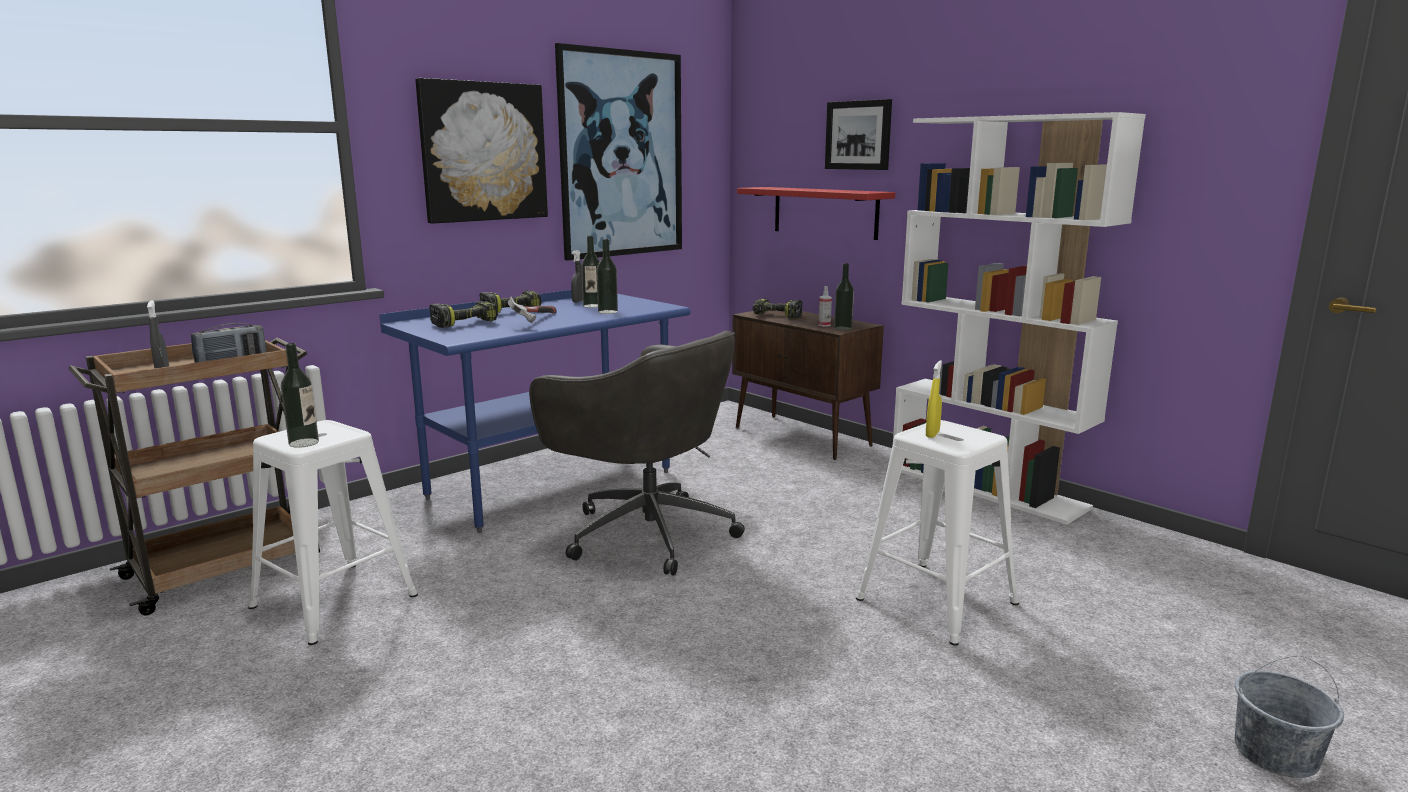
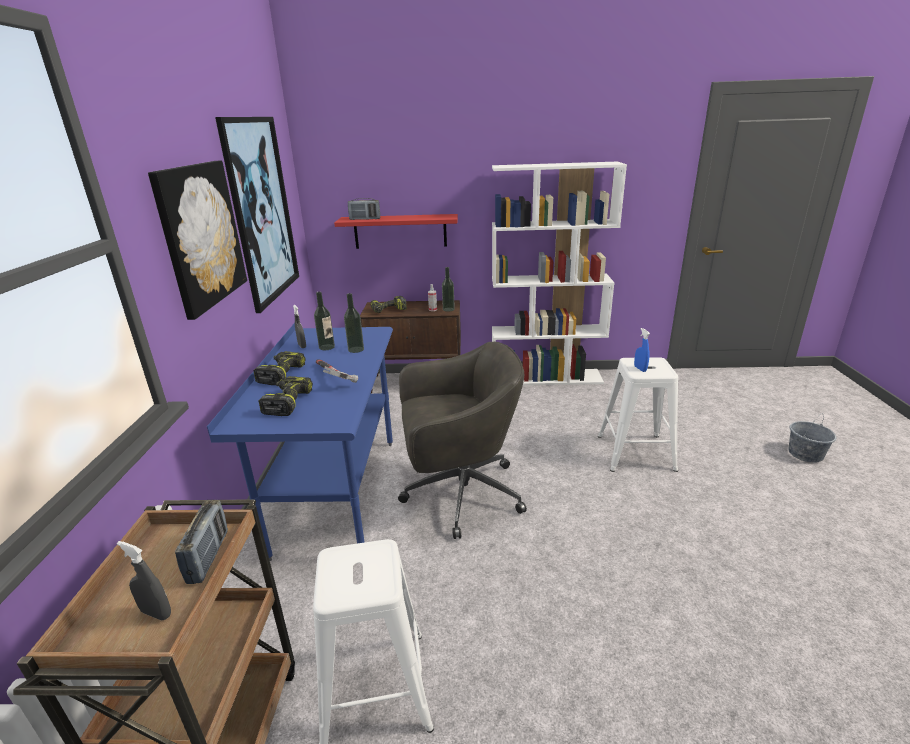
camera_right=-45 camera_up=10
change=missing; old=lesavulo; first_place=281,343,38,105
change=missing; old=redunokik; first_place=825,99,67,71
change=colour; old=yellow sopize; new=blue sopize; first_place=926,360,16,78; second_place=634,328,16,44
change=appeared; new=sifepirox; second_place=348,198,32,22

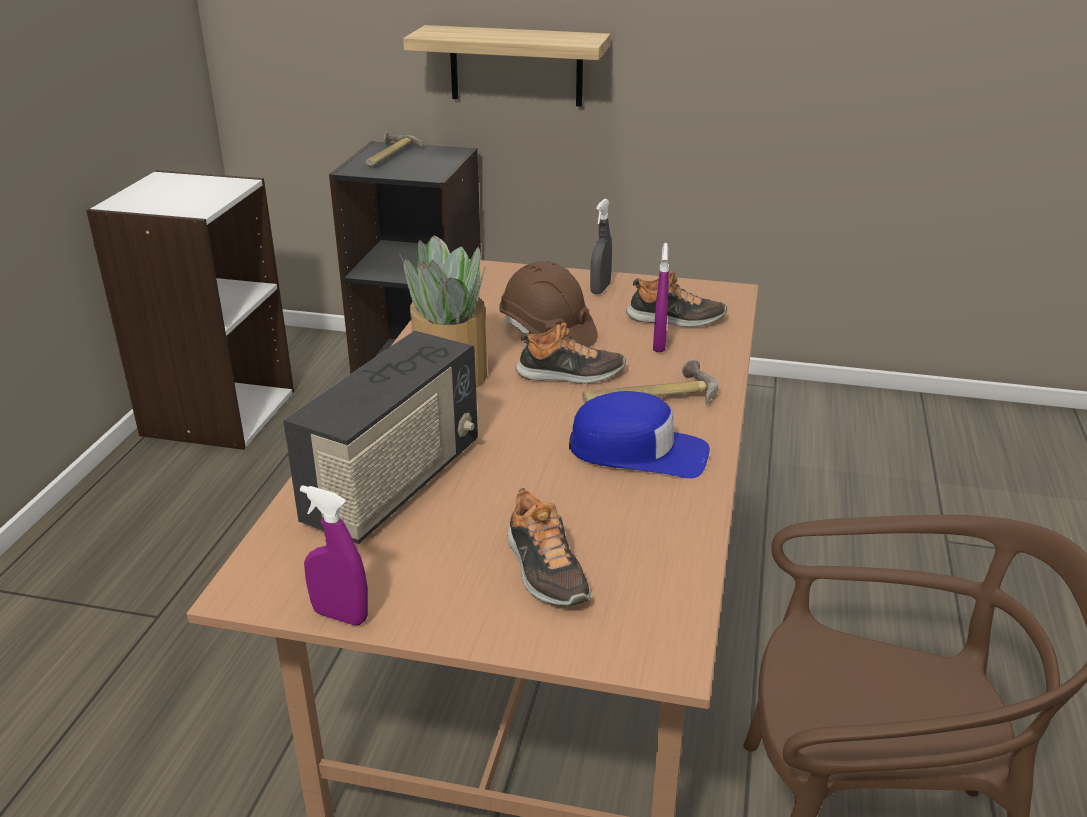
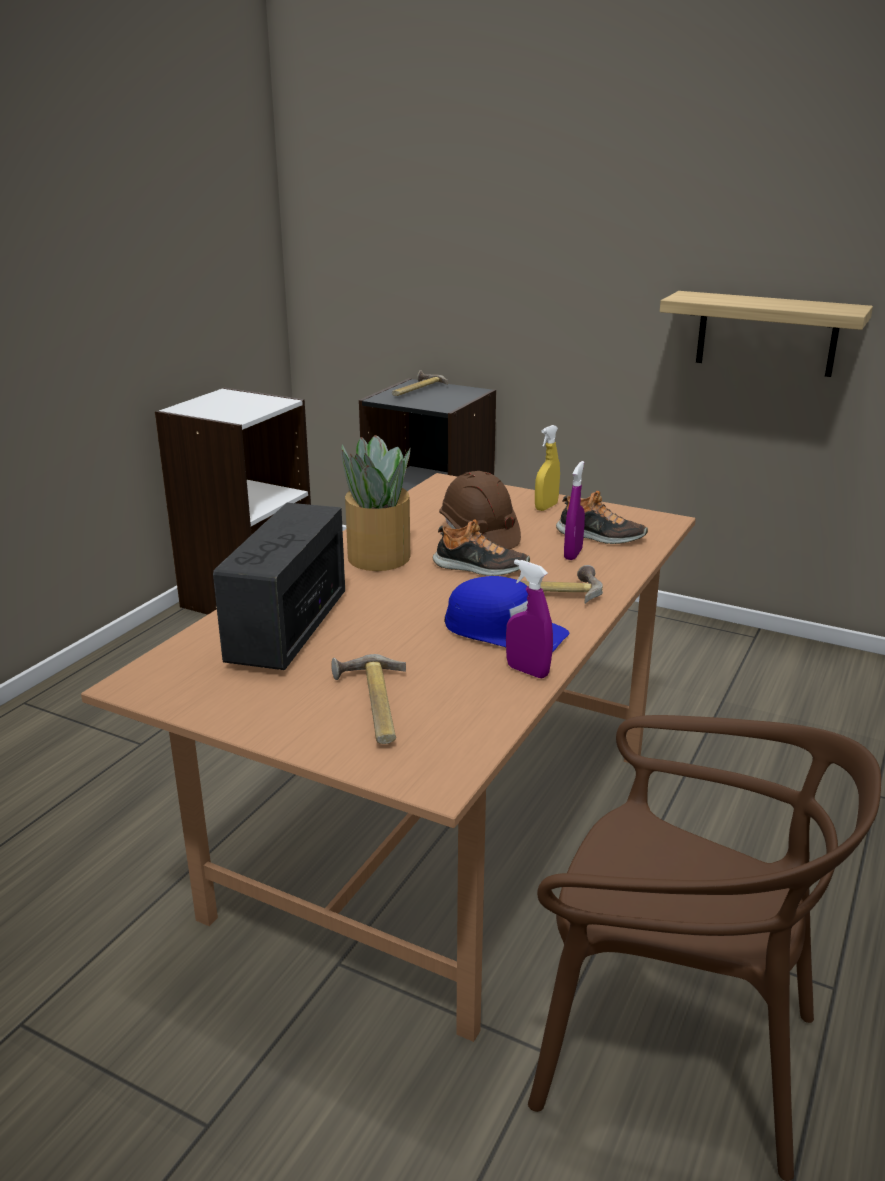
camera_right=15 camera_up=-5
change=spun; old=sifepirox; first_place=283,331,195,213; second_place=213,503,132,167; degrees=150
change=relocated; old=purple sopize; first_place=300,485,68,141; second_place=506,559,47,120
change=relocated; old=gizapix; first_place=403,25,208,82; second_place=660,291,213,86
change=exchanged; old=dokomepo; new=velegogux; first_place=507,488,84,118; second_place=331,654,75,90
change=colour; old=grey sopize; new=yellow sopize; first_place=590,199,22,95; second_place=535,425,25,86

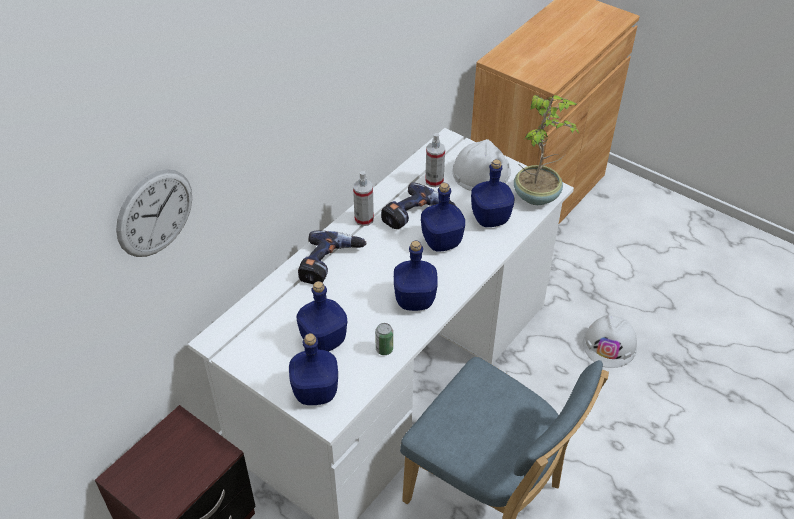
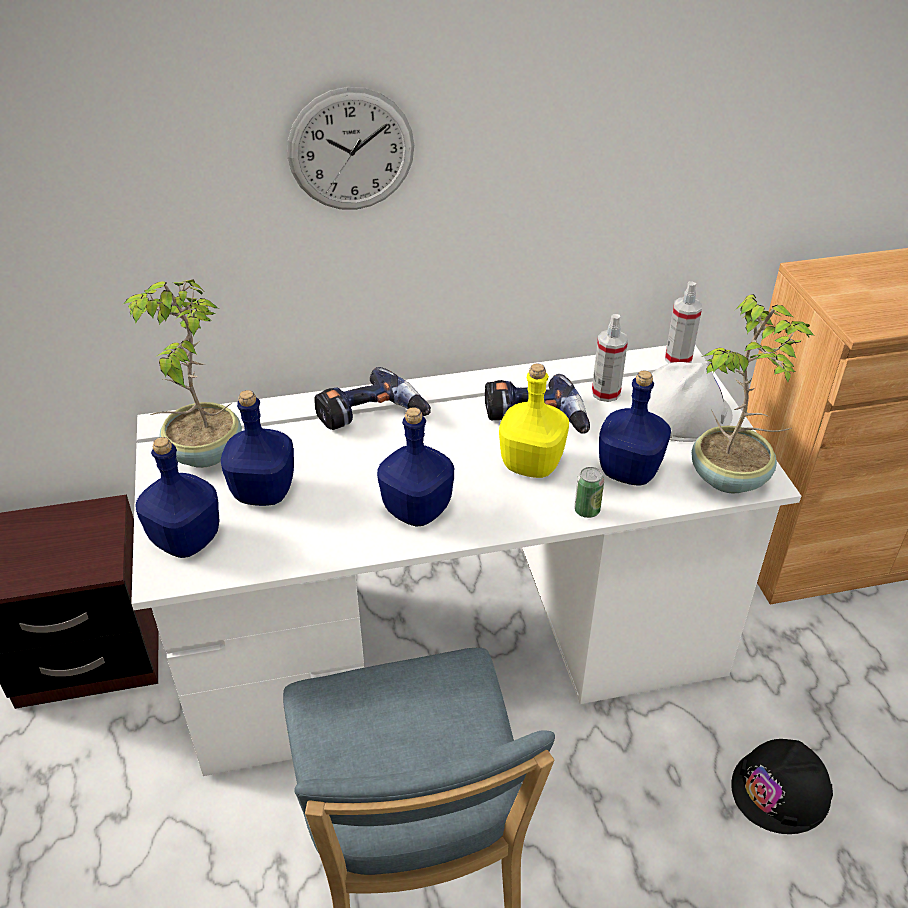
camera_right=40 camera_up=-5
change=relocated; old=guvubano; first_place=116,169,76,88; second_place=287,87,127,123
change=relocated; old=sopize; first_place=353,171,21,55; second_place=665,281,37,82
change=relocated; old=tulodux; first_place=375,323,18,32; second_place=574,467,30,51
change=colour; old=blue lesavulo; new=yellow lesavulo; first_place=421,183,44,69; second_place=499,364,70,114
change=colour; old=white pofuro; new=black pofuro; first_place=583,315,54,53; second_place=731,739,102,95
change=appeared; new=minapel; second_place=122,279,120,189

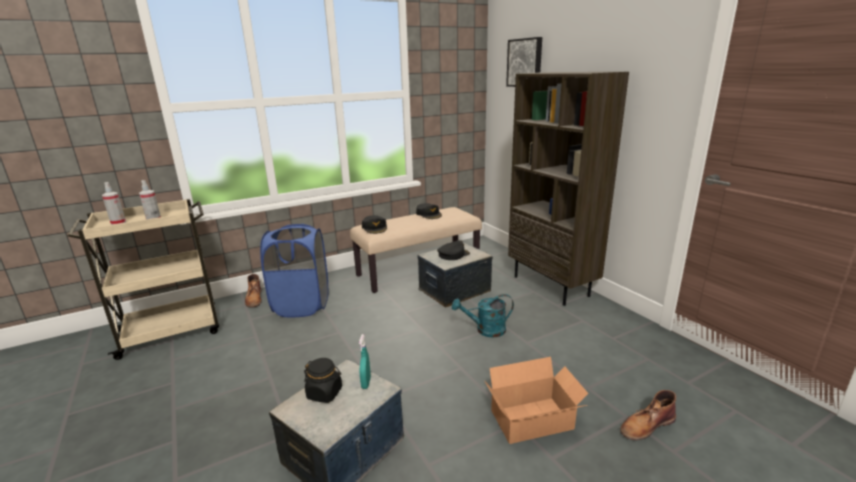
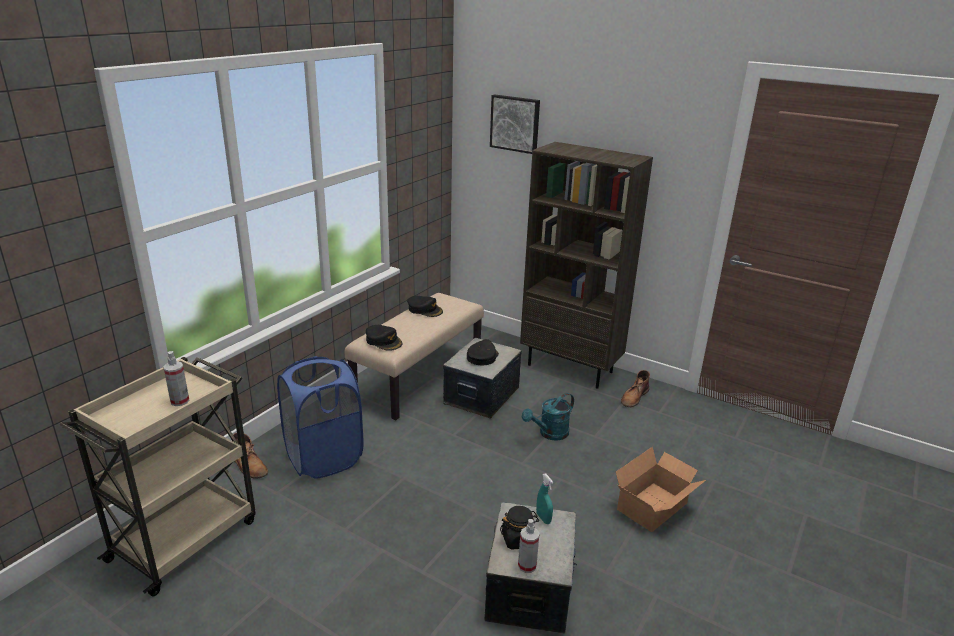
camera_right=-30 camera_up=5
change=relocated; old=sopize; first_place=102,182,24,43; second_place=518,519,22,54
change=relocated; old=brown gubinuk; first_place=620,390,56,50; second_place=621,370,29,37

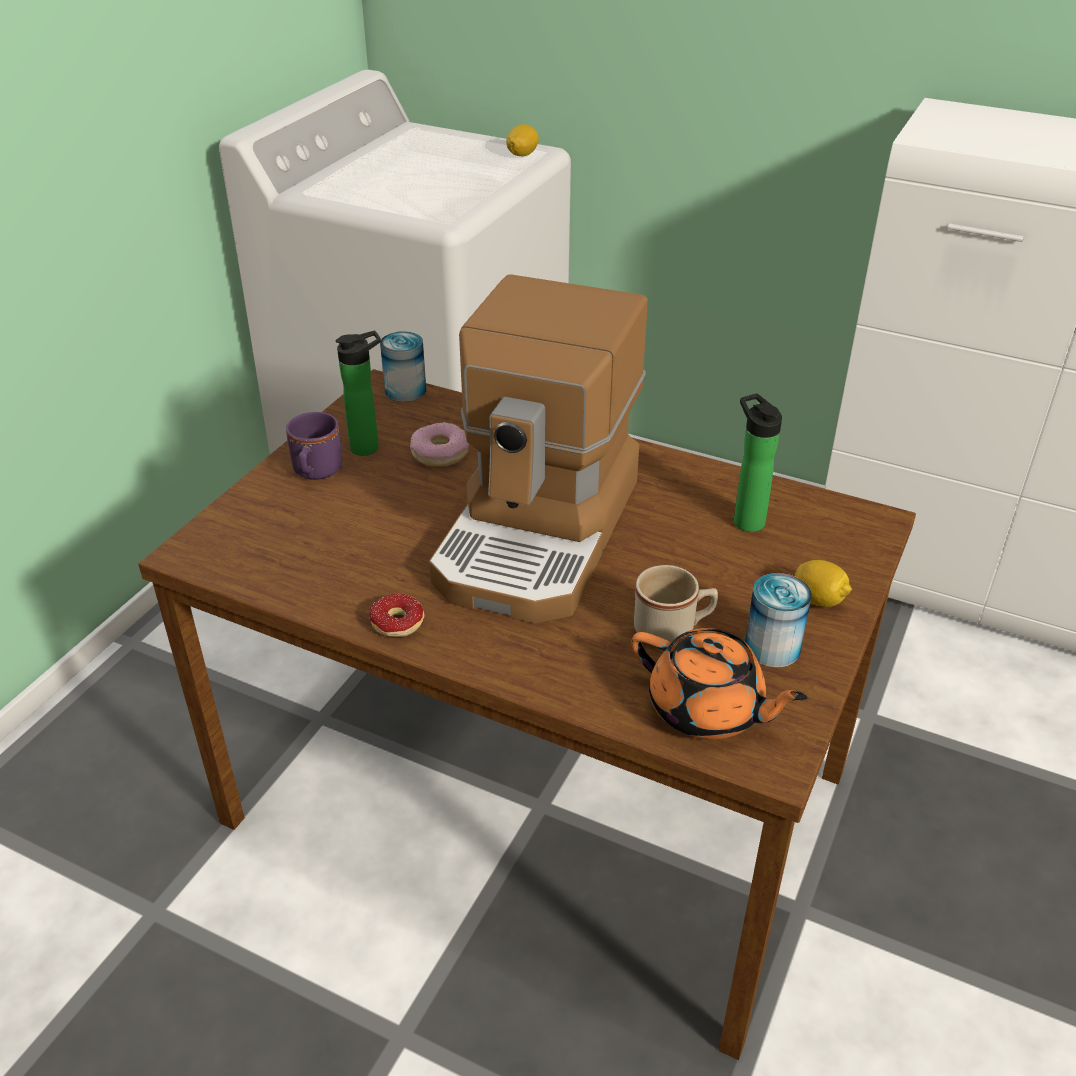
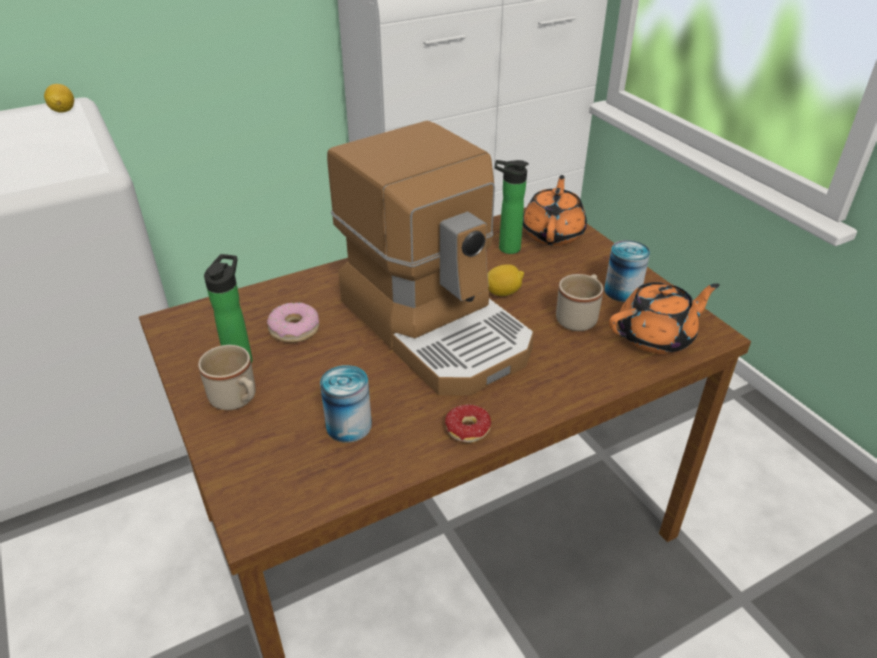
camera_right=-55 camera_up=0
change=colour; old=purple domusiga; new=beige domusiga; first_place=286,412,56,68; second_place=198,345,58,65
change=relocated; old=tulodux; first_place=380,331,46,71; second_place=320,365,52,78
change=relocated; old=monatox; first_place=795,560,57,47; second_place=487,264,37,32
change=appeared; new=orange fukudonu; second_place=523,175,64,71

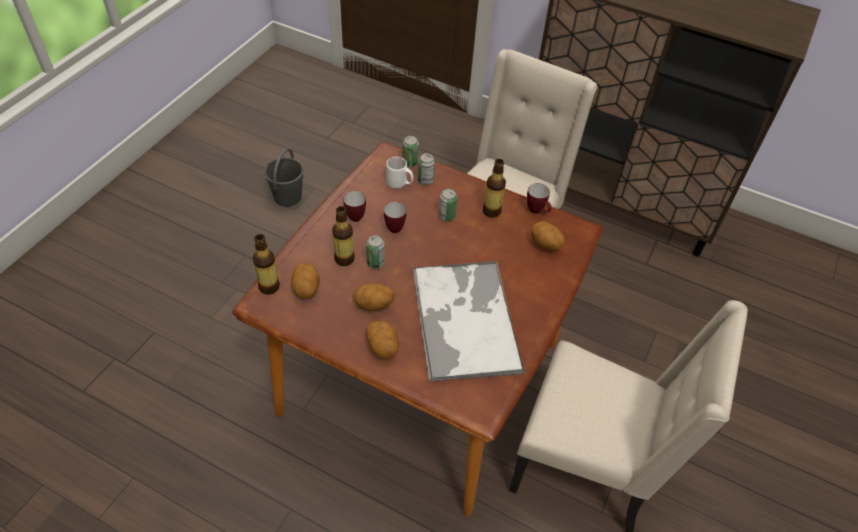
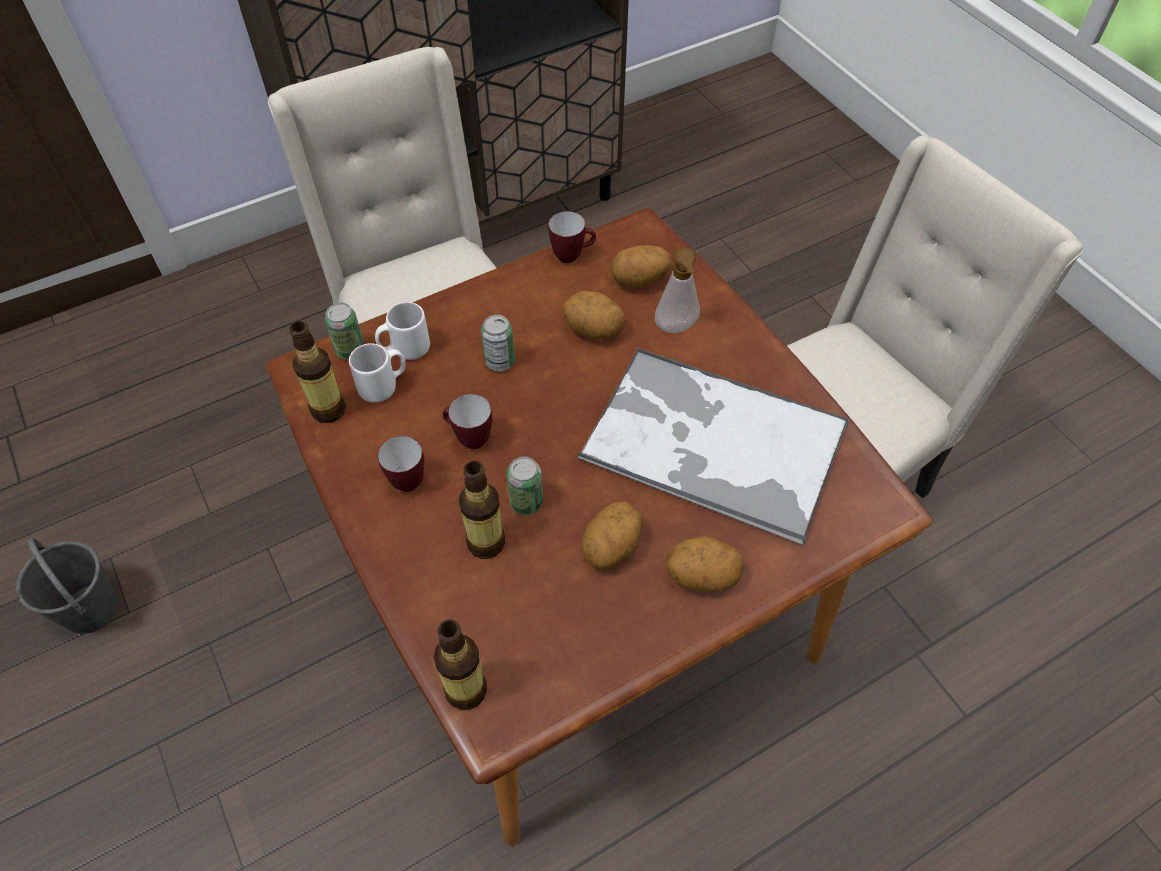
camera_right=-55 camera_up=5
change=relocated; old=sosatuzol; first_place=291,263,29,36; second_place=562,291,63,49
change=exchanged; old=tulodux; new=white domusiga; first_place=418,153,17,32; second_place=375,302,55,58
change=relocated; old=lesavulo; first_place=483,159,23,59; second_place=289,321,57,102
change=appeared; new=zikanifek; second_place=655,247,45,86

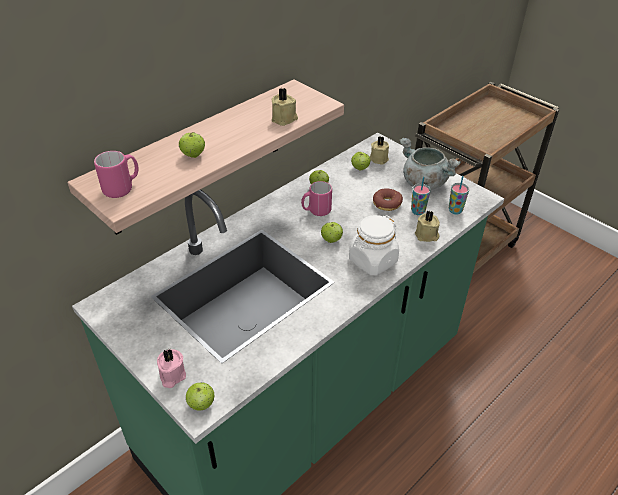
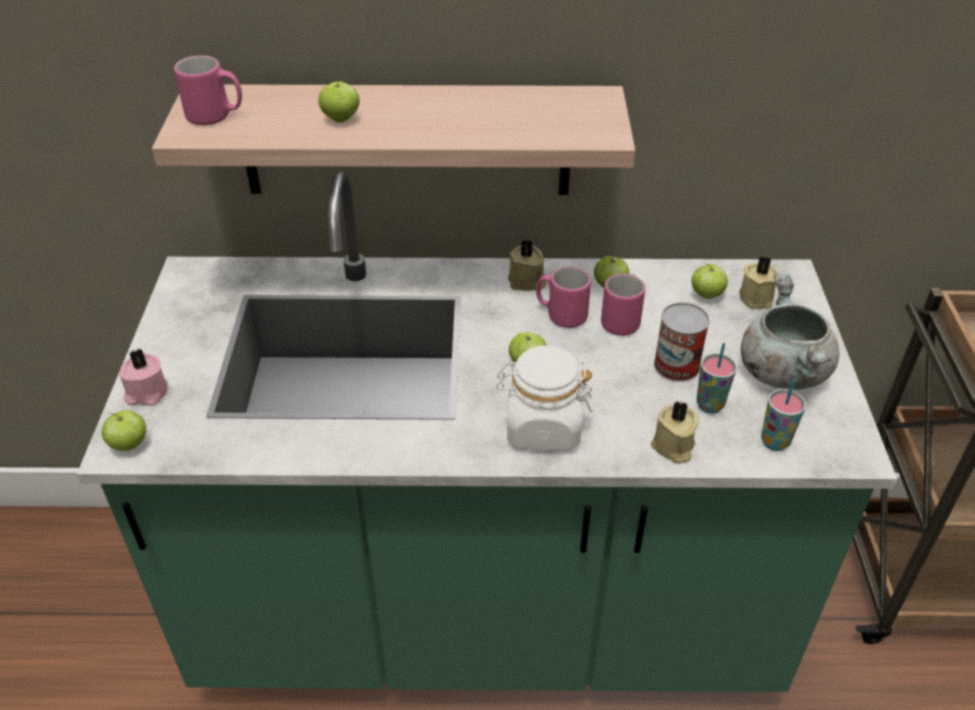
camera_right=45 camera_up=0
change=relocated; old=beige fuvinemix; first_place=272,88,26,38; second_place=508,240,38,51
change=exchanged; old=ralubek; new=tulodux; first_place=373,188,30,23; second_place=654,302,56,80
change=appeared; new=pink domusiga; second_place=601,273,44,63

